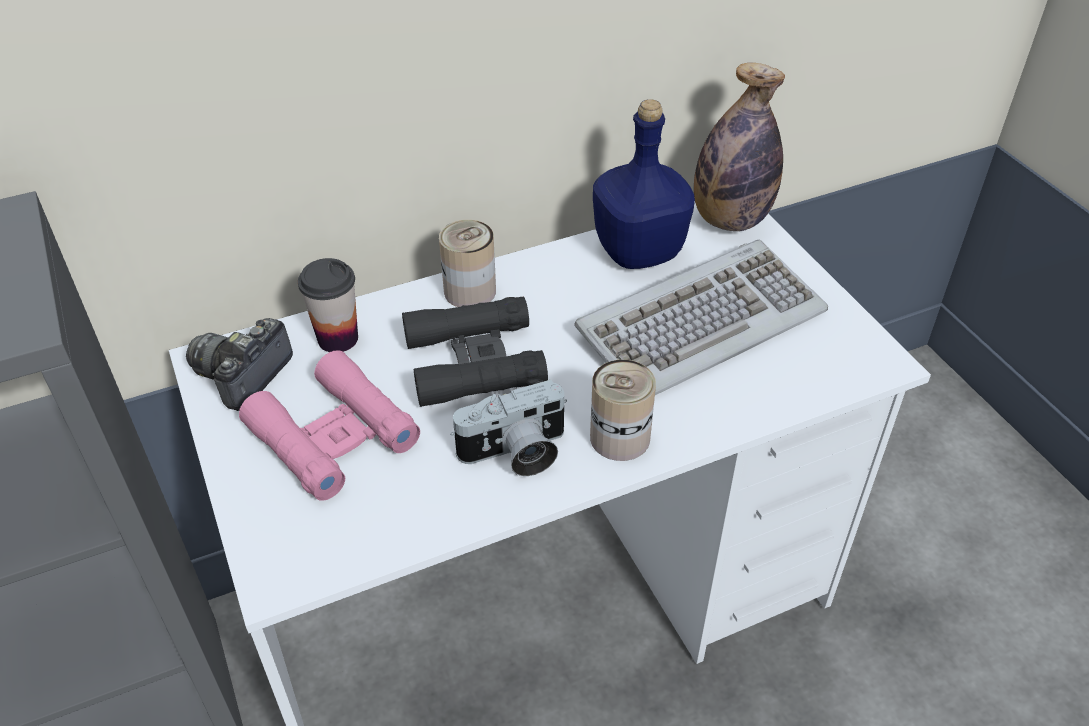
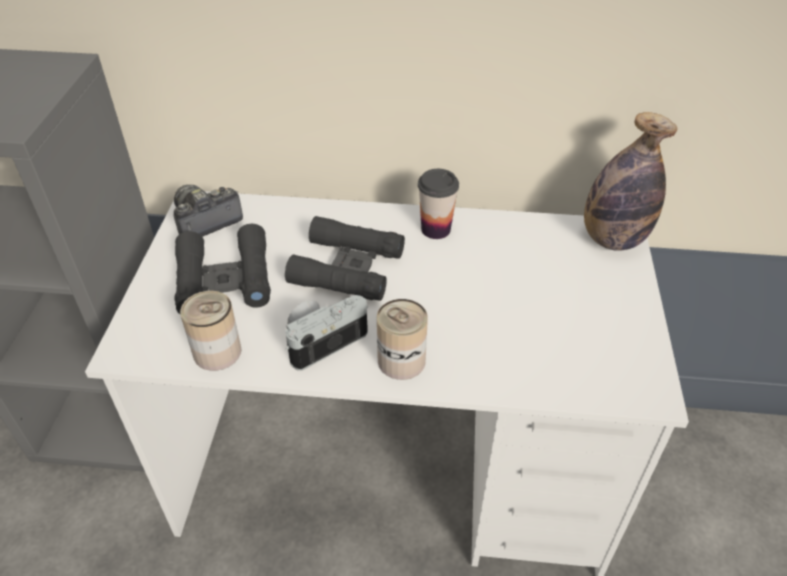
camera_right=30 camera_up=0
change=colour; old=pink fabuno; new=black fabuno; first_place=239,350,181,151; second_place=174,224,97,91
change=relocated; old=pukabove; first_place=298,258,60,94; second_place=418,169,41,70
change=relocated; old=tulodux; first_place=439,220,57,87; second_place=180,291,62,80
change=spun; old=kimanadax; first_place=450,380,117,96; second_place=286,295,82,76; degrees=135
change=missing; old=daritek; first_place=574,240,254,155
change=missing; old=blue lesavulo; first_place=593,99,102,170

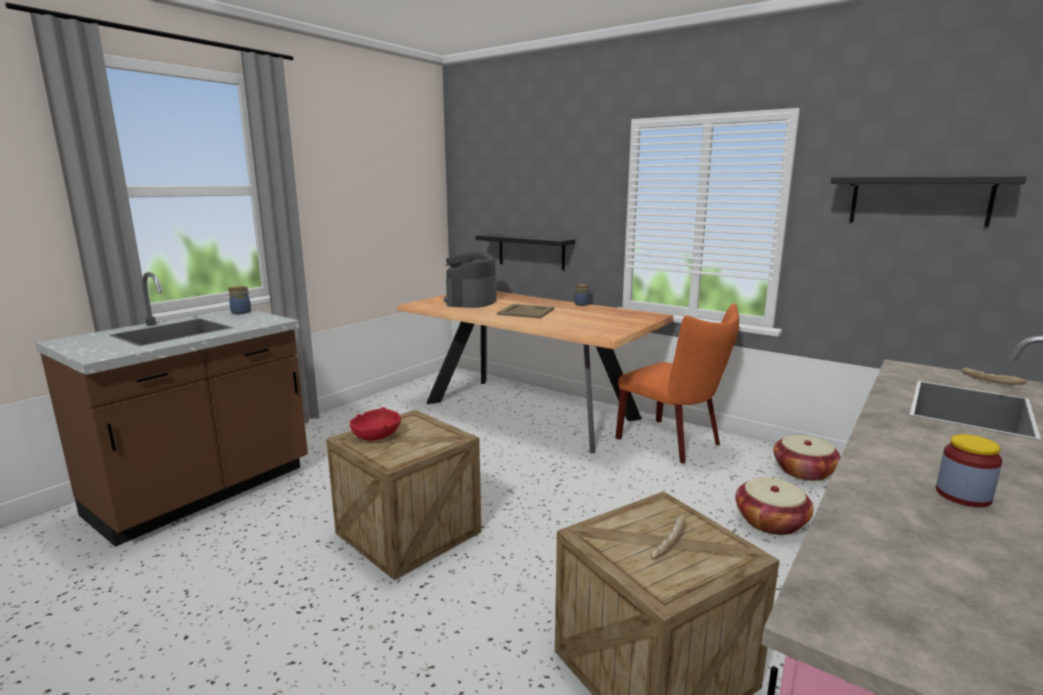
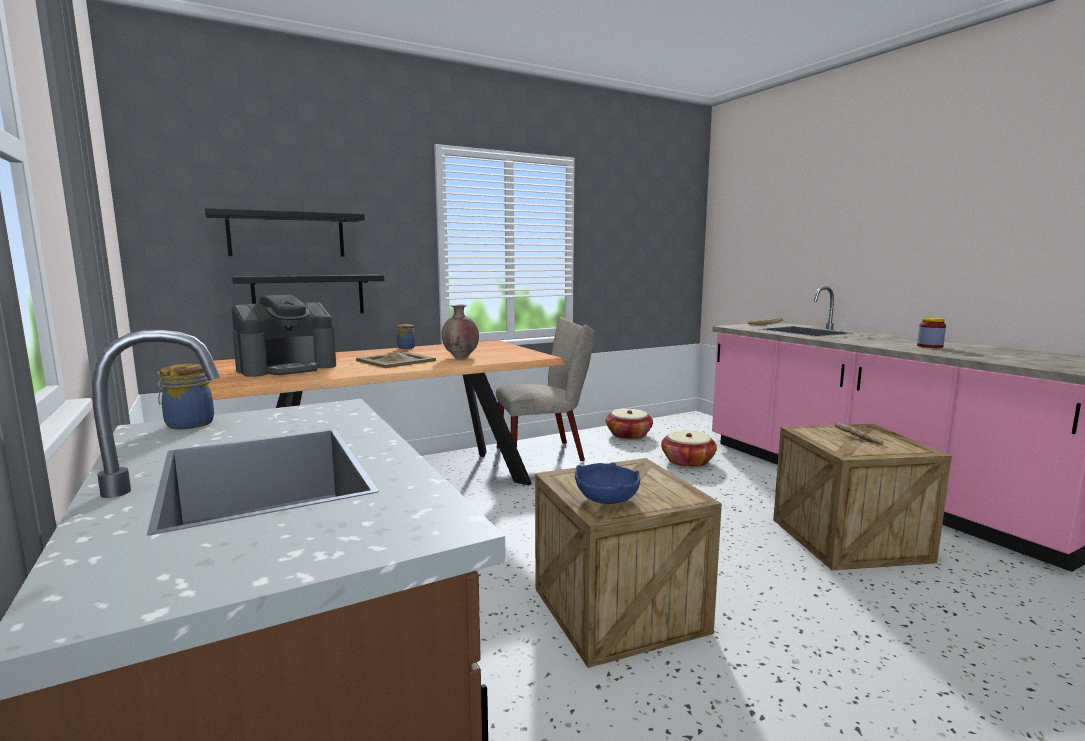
camera_right=-65 camera_up=-5
change=colour; old=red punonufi; new=blue punonufi; first_place=350,407,51,34; second_place=575,462,65,42
change=spun; old=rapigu; first_place=444,251,53,57; second_place=232,295,104,82; degrees=-75
change=colour; old=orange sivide; new=beige sivide; first_place=615,303,124,161; second_place=496,317,98,144
change=relocated; old=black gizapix; first_place=831,176,195,51; second_place=205,208,160,48
change=appeared; new=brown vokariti; second_place=442,305,37,53

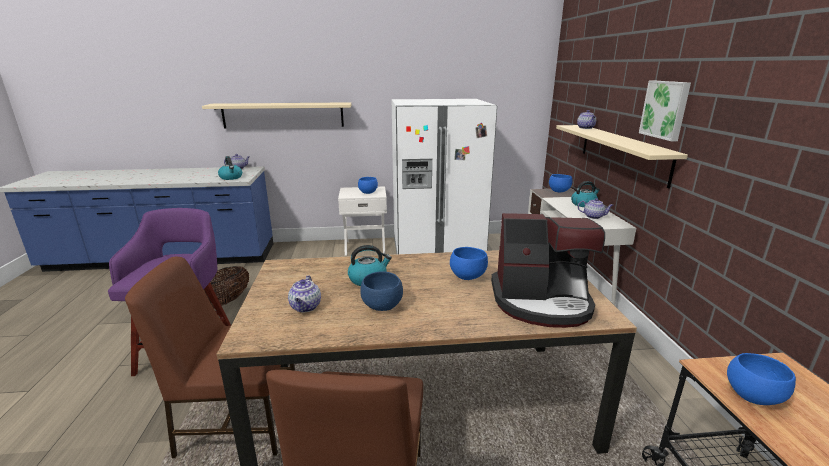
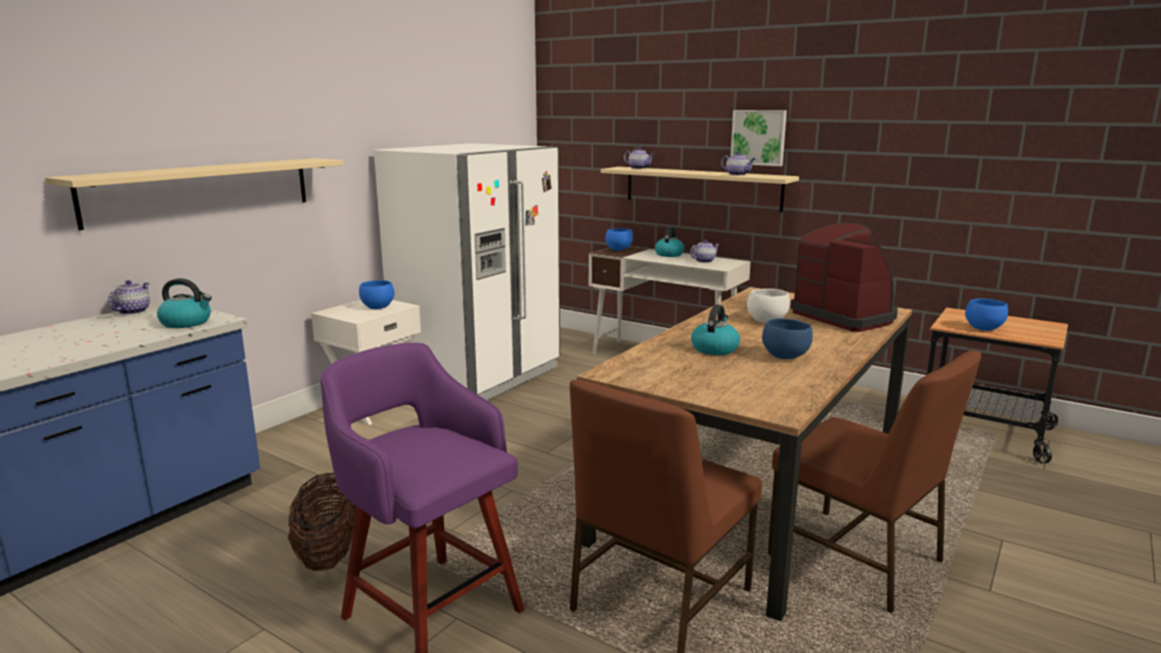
camera_right=-50 camera_up=-5
change=relocated; old=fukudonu; first_place=288,275,33,37; second_place=721,152,35,23
change=colour; old=blue punonufi; new=white punonufi; first_place=450,247,38,33; second_place=747,289,43,34
change=spun; old=rapigu; first_place=491,213,114,115; second_place=790,223,108,109; degrees=-75

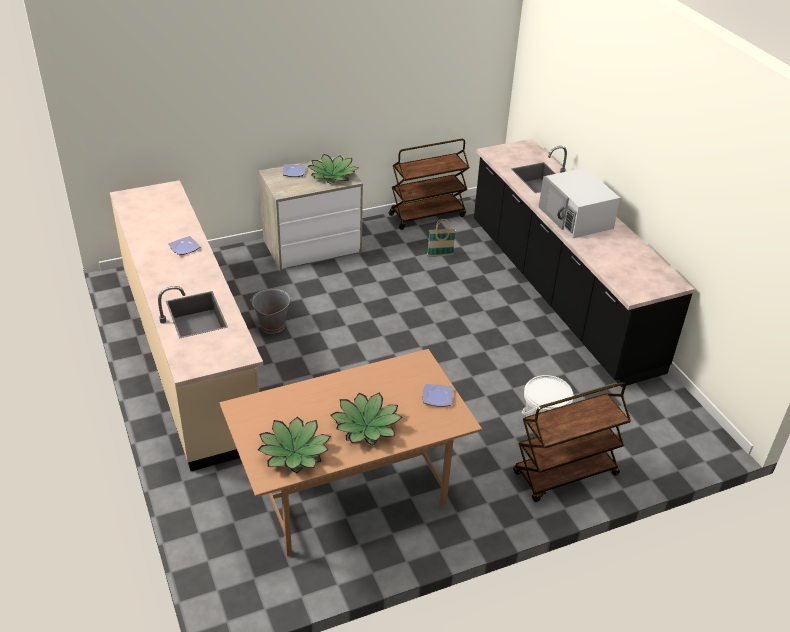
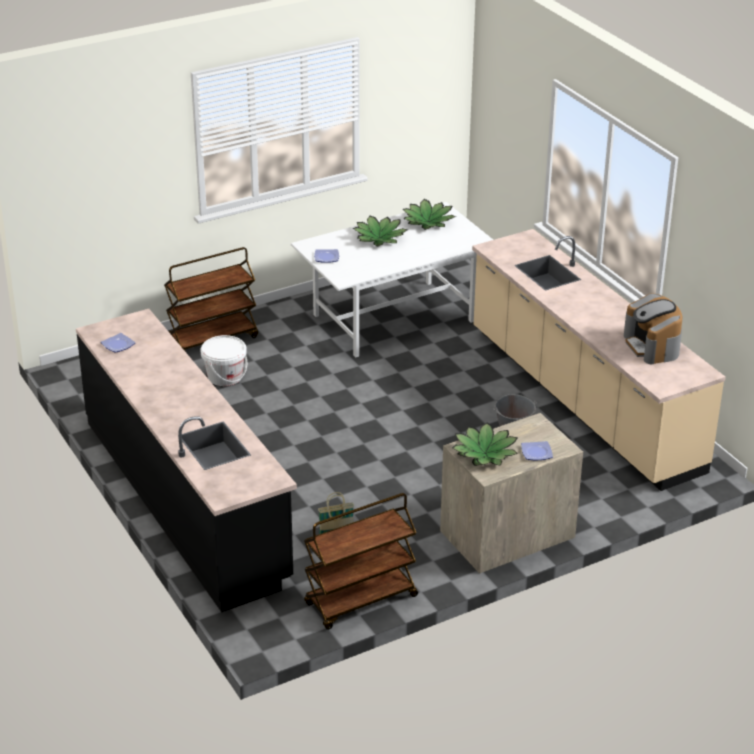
camera_right=175 camera_up=-5
change=relocated; old=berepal; first_place=168,236,32,19; second_place=101,333,35,20
change=colour; old=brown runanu; new=white runanu; first_place=219,349,263,207; second_place=291,202,202,155
change=missing; old=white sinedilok; first_place=539,167,81,71
change=appeared; new=rapigu; second_place=624,294,58,70

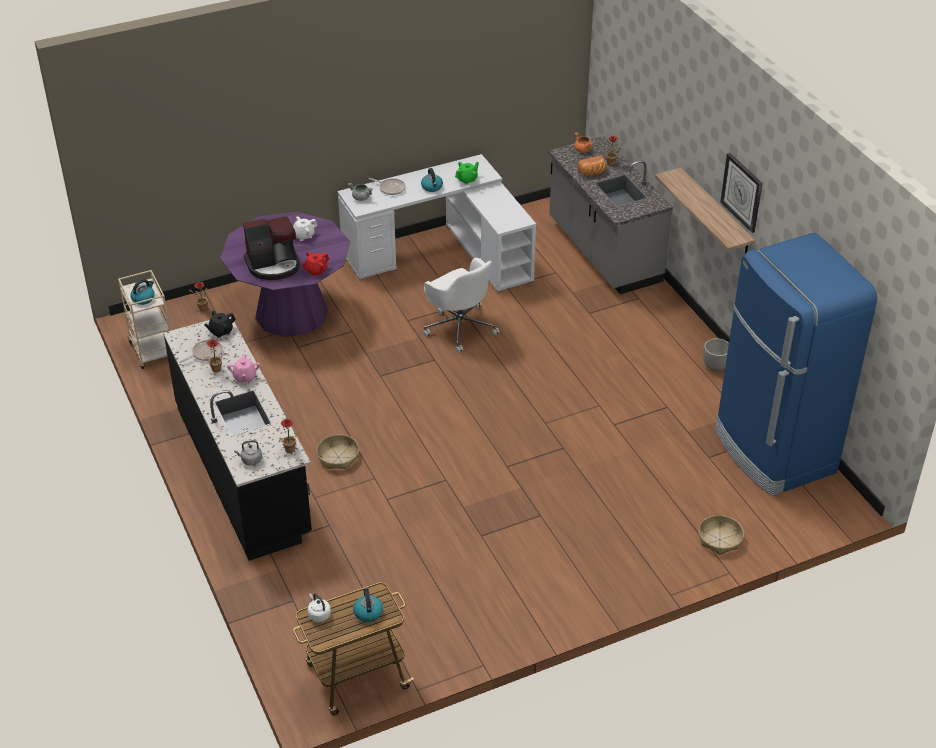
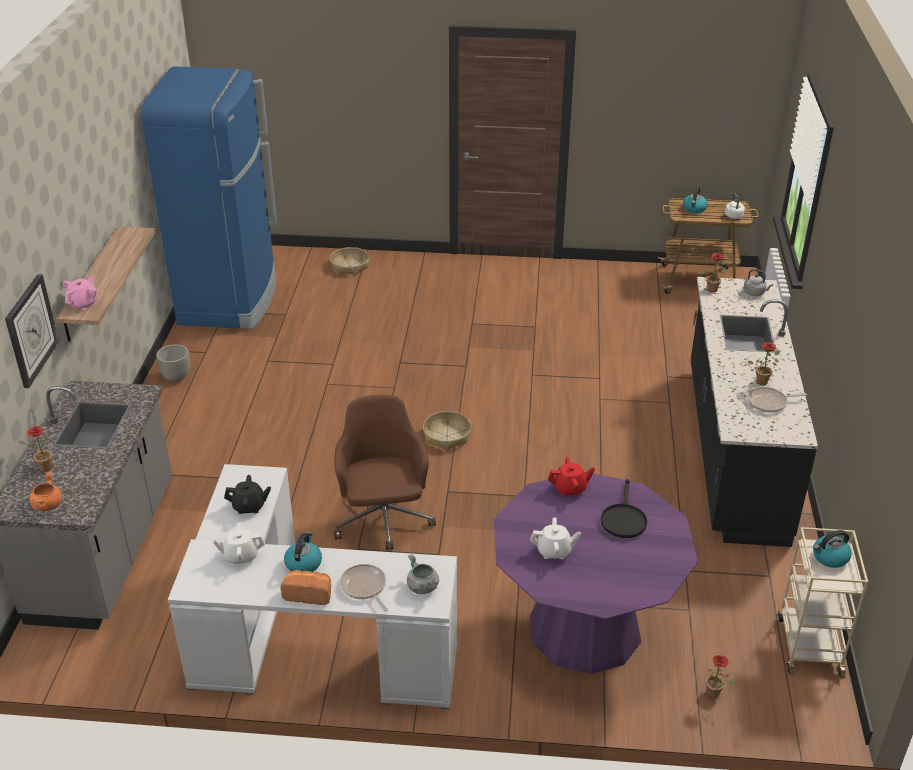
camera_right=-150 camera_up=-5
change=relocated; old=black fukudonu; first_place=204,310,32,28; second_place=224,475,47,39
change=relocated; old=pink fukudonu; first_place=227,354,33,29; second_place=63,275,35,35
change=exchanged; old=rapigu; new=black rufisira; first_place=243,216,57,64; second_place=601,479,46,59
change=relocated; old=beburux; first_place=317,434,42,35; second_place=423,411,48,39
change=colour; old=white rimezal; new=brown rimezal; first_place=423,258,76,95; second_place=334,395,102,155
change=colour; old=green fukudonu; new=white fukudonu; first_place=455,162,24,23; second_place=213,522,52,43
change=relocated; old=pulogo; first_place=577,156,29,20; second_place=280,570,51,35
change=relocated; old=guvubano; first_place=720,153,42,80; second_place=5,274,54,114

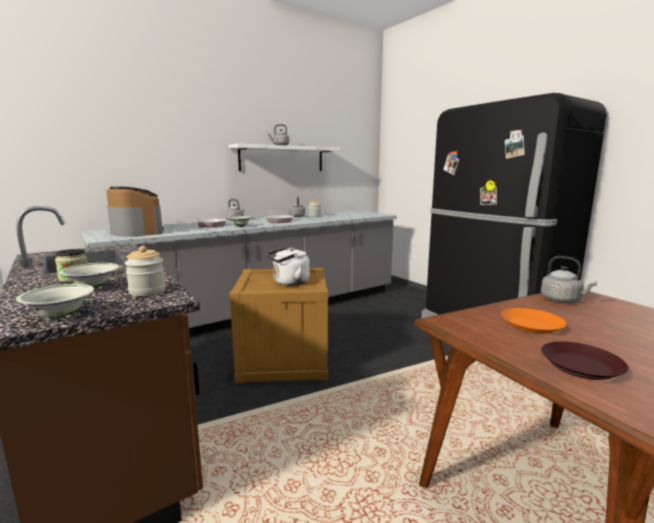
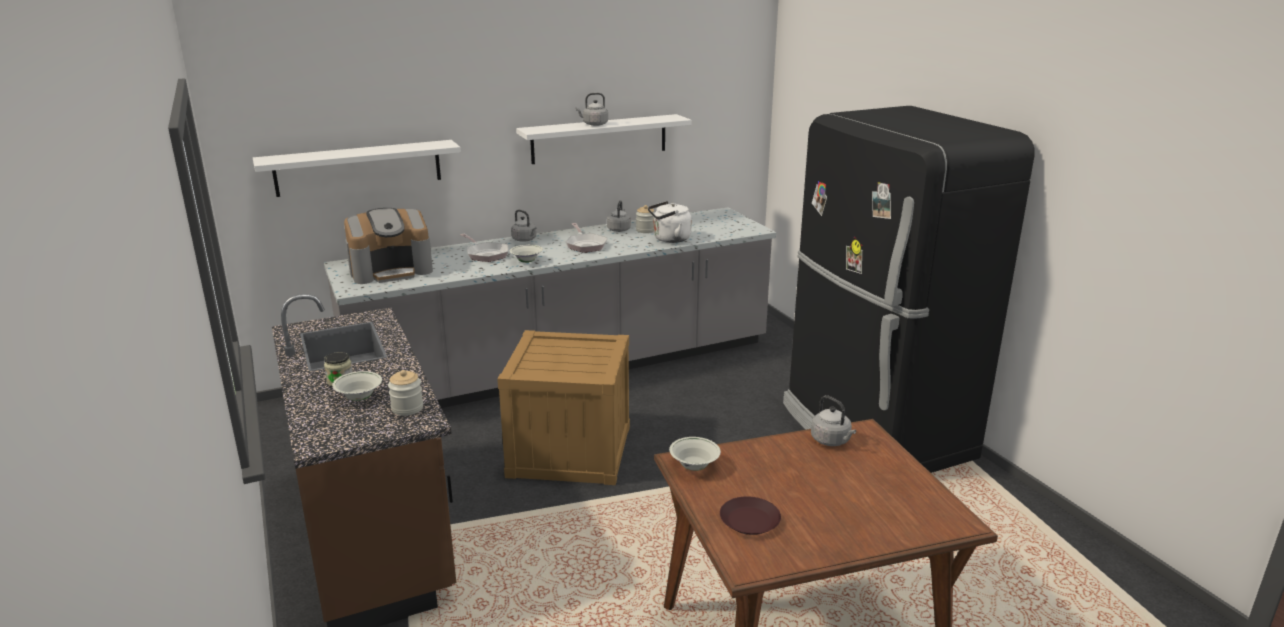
camera_right=10 camera_up=10
change=relocated; old=white punonufi; first_place=16,284,78,34; second_place=669,437,52,34
change=spun; old=rapigu; first_place=106,186,58,51; second_place=344,208,89,76; degrees=90
change=relocated; old=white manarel; first_place=267,247,43,39; second_place=648,201,44,42
change=missing; old=orange berepal; first_place=501,308,66,26
change=appeared; new=white gizapix; second_place=253,140,208,57

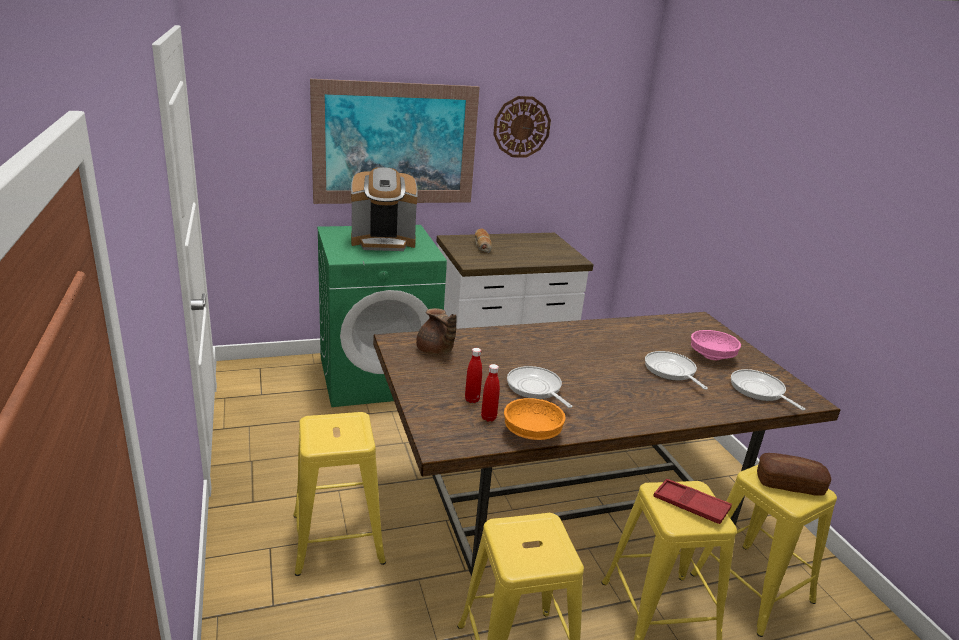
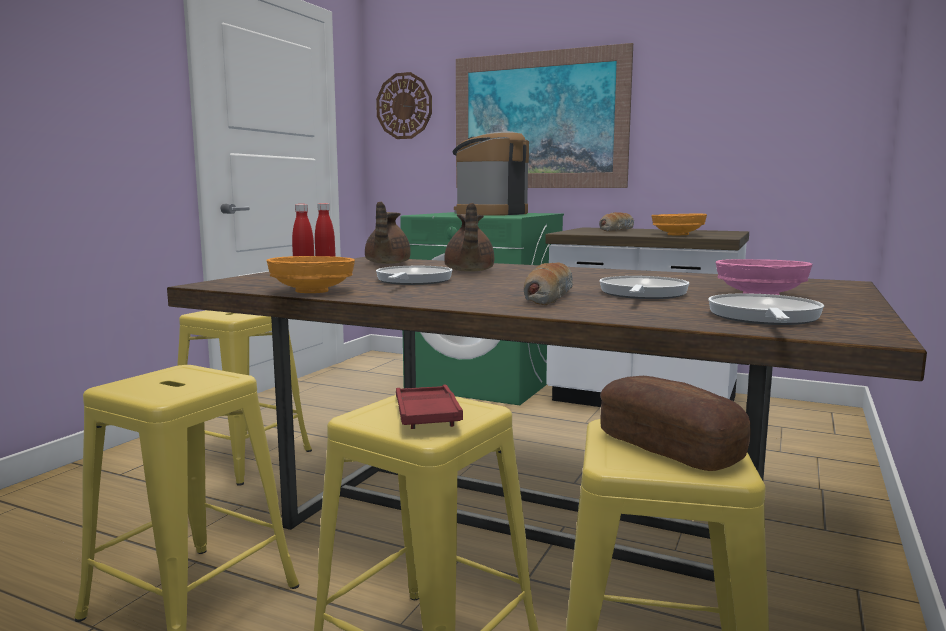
camera_right=45 camera_up=-15
change=spun; old=rapigu; first_place=351,167,67,84; second_place=452,131,77,85; degrees=90
change=relocated; old=guvubano; first_place=493,96,58,62; second_place=376,72,56,67
change=appeared; new=brown fukudonu; second_place=444,203,50,69
change=appeared; new=pulogo; second_place=524,262,49,43
change=appeared; new=orange punonufi; second_place=651,214,56,21

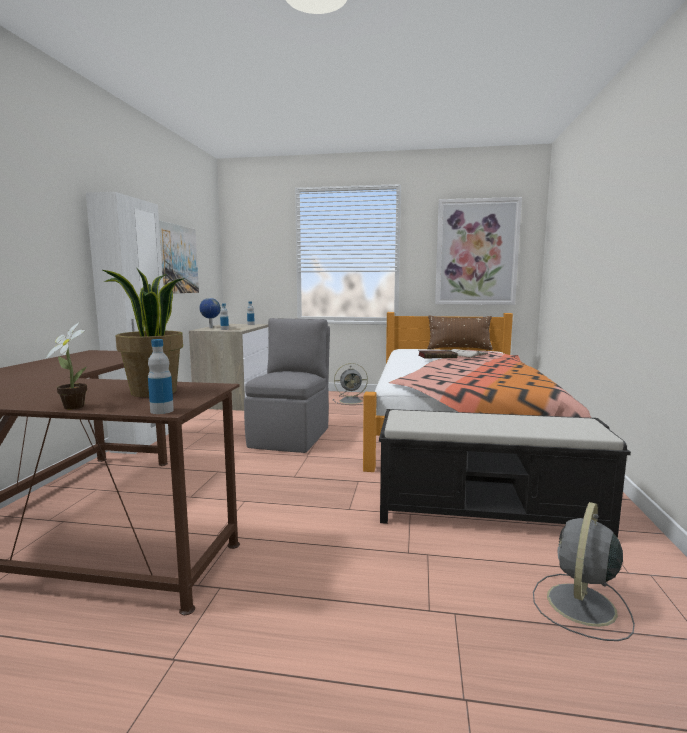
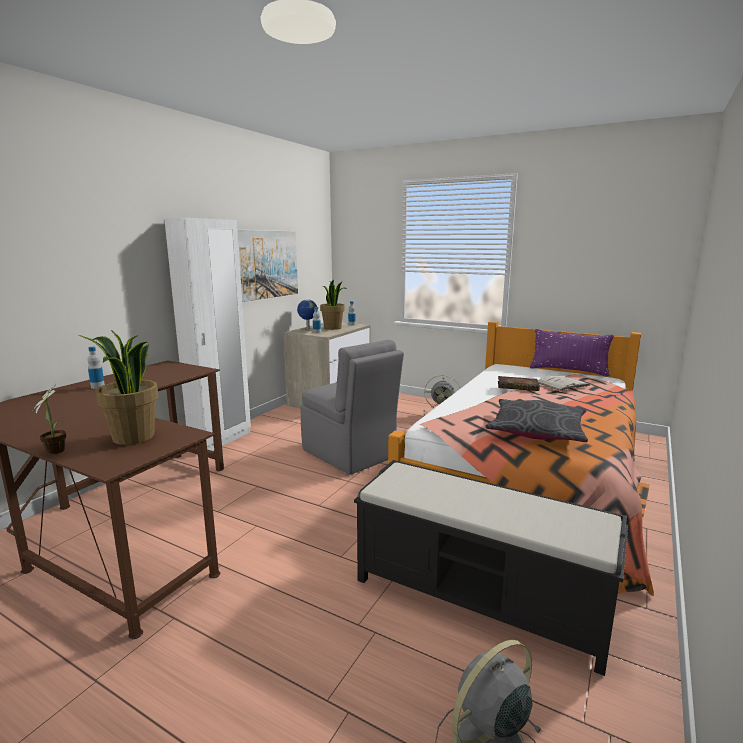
camera_right=20 camera_up=5
change=relocated; old=lesavulo; first_place=148,339,26,75; second_place=87,347,18,42
change=spun; old=grey sivide; first_place=244,318,86,135; second_place=301,339,103,136; degrees=105
change=colour; old=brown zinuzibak; new=purple zinuzibak; first_place=427,315,66,35; second_place=530,329,84,48
change=missing; old=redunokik; first_place=435,197,87,108
change=appeared; new=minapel; second_place=320,279,26,51
change=appeared; new=grey zinuzibak; second_place=486,399,102,43

